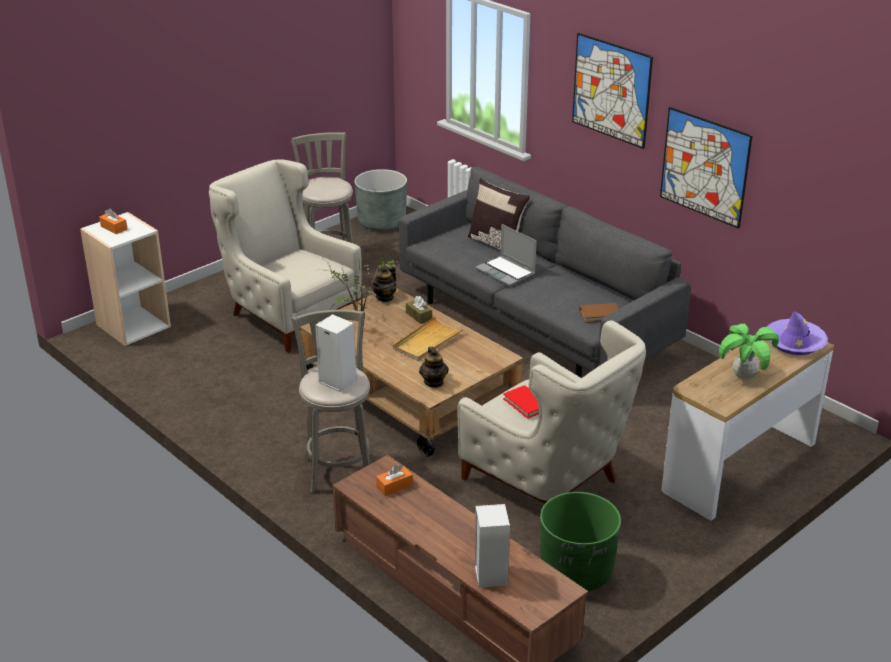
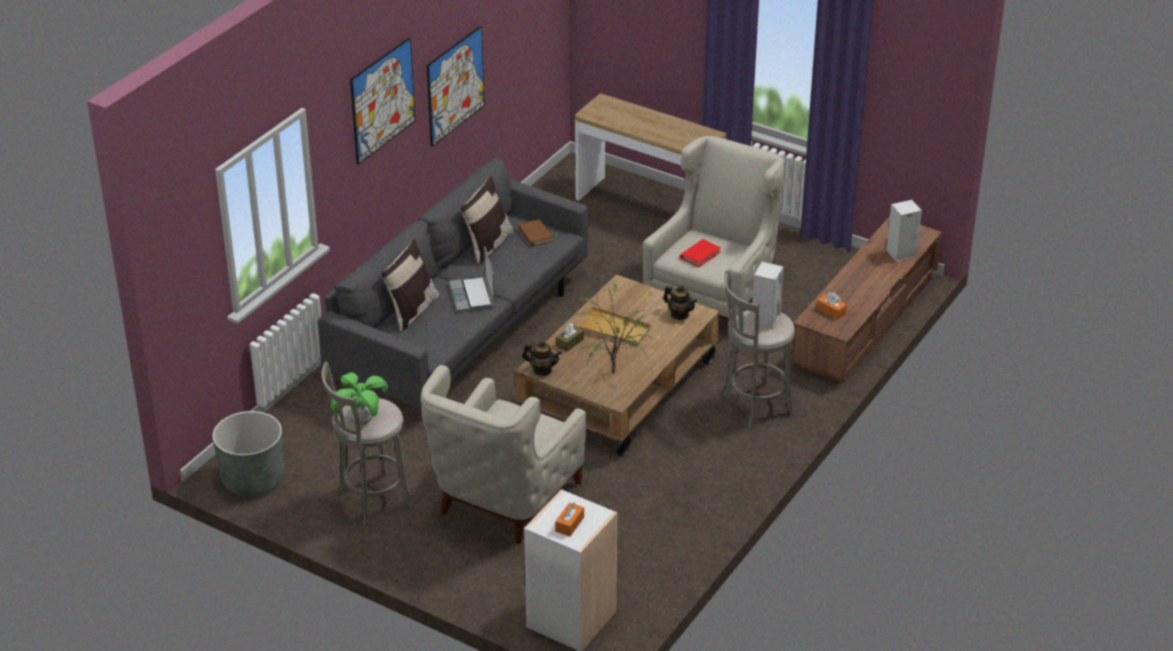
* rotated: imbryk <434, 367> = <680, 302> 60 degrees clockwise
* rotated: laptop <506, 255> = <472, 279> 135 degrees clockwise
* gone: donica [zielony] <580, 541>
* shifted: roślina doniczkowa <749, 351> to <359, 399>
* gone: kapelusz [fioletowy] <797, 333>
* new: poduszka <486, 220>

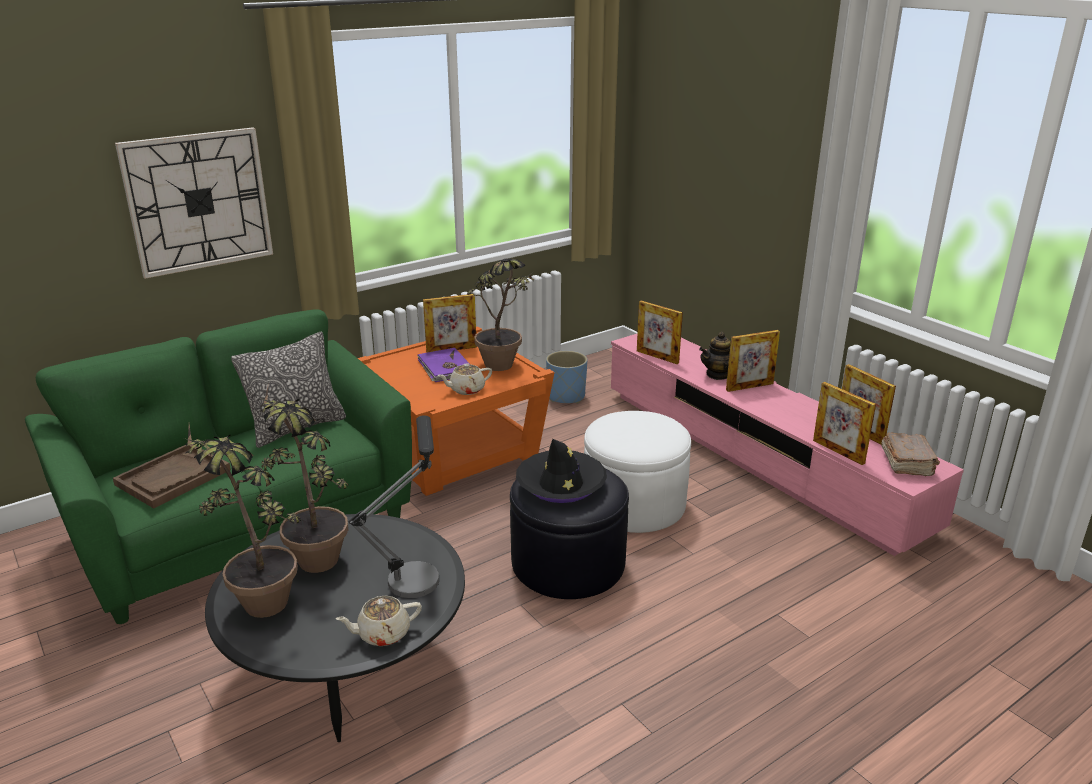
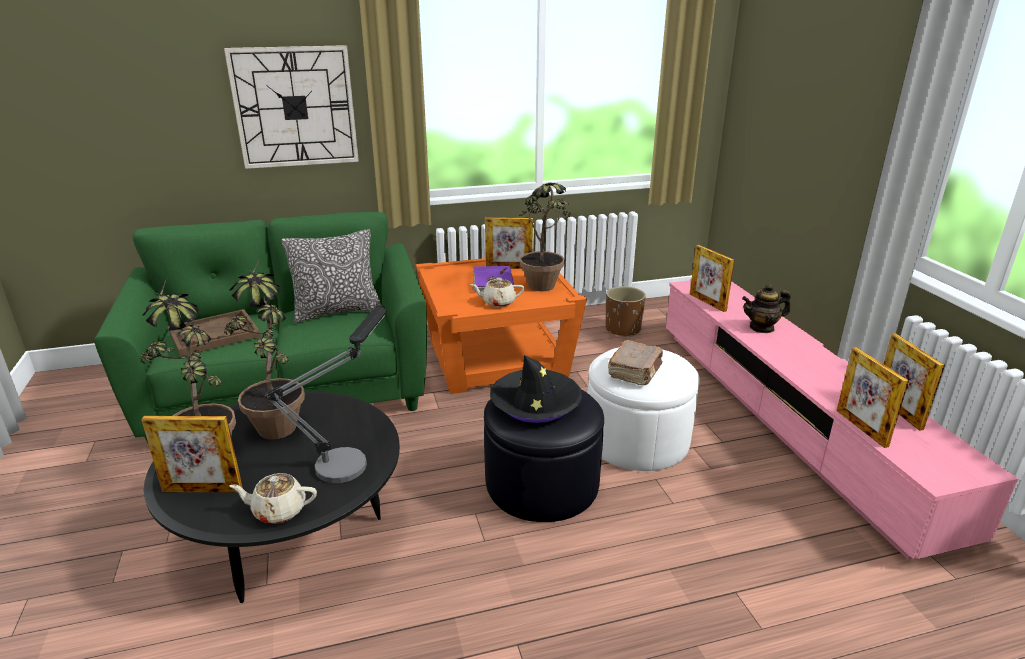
* repainted: donica [niebieski] <566, 377> to donica [brązowy] <626, 311>
* shifted: ramka na zdjęcie <753, 361> to <192, 454>
* shifted: książka [brązowy] <910, 454> to <635, 362>

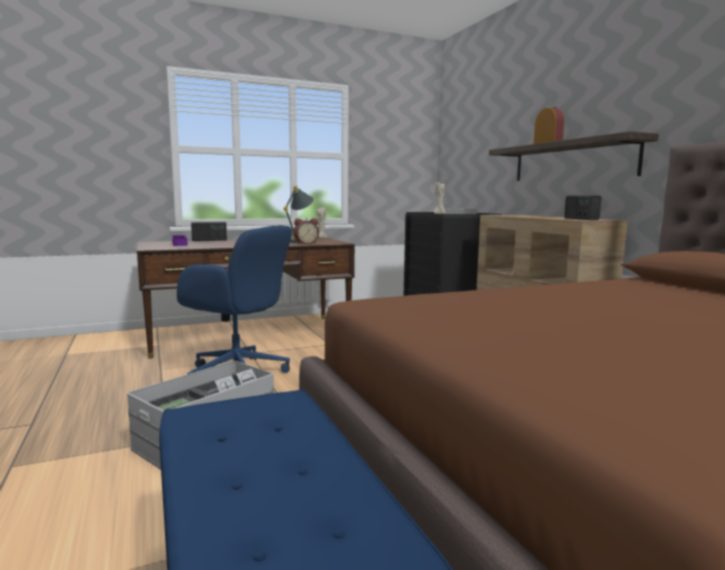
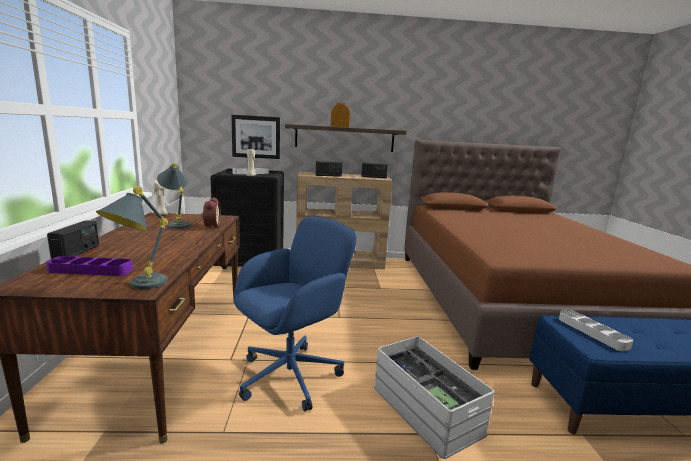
* new: lampa stołowa [szary] <132, 237>
* new: obraz <255, 137>
* new: radio <329, 169>
* new: taca [szary] <596, 330>

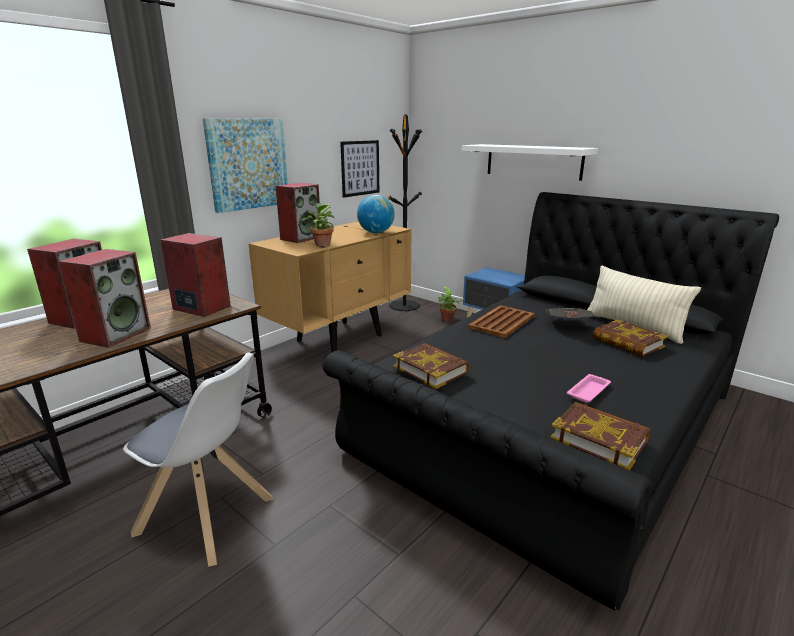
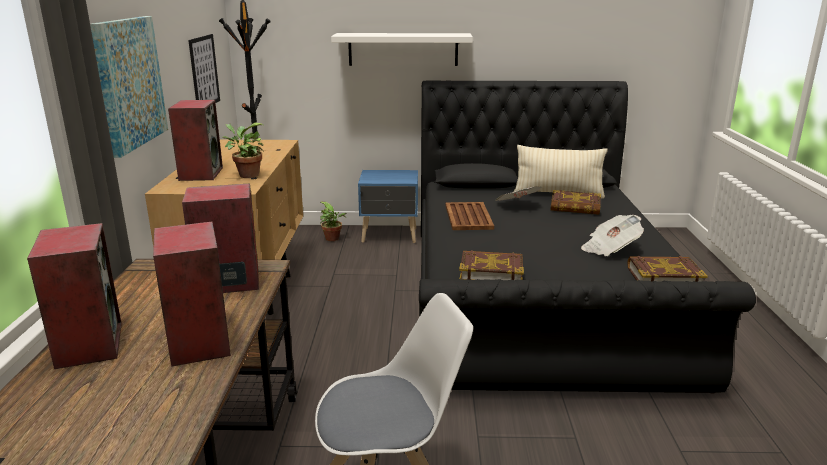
* gone: globus <376, 214>
* swapped: taca [różowy] <589, 388> to gazeta <612, 235>

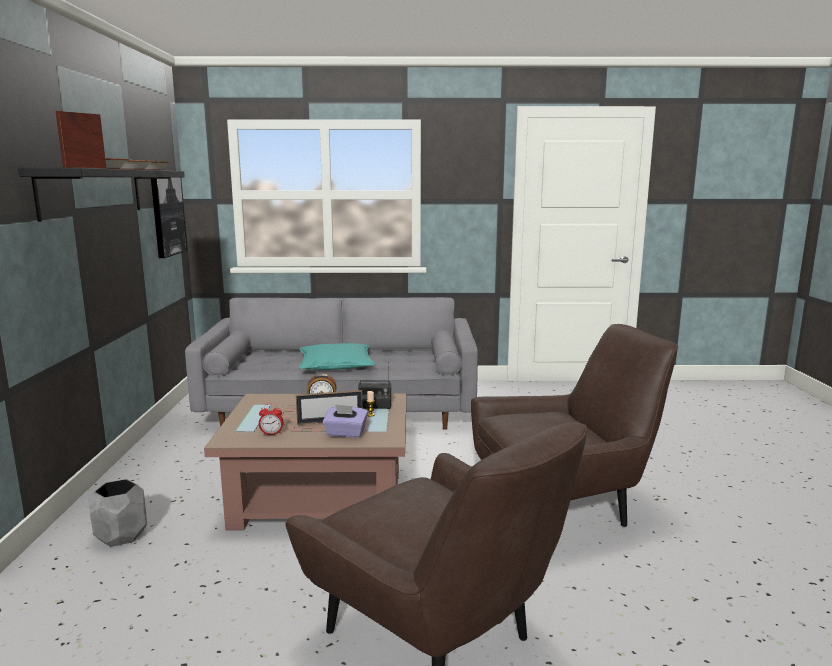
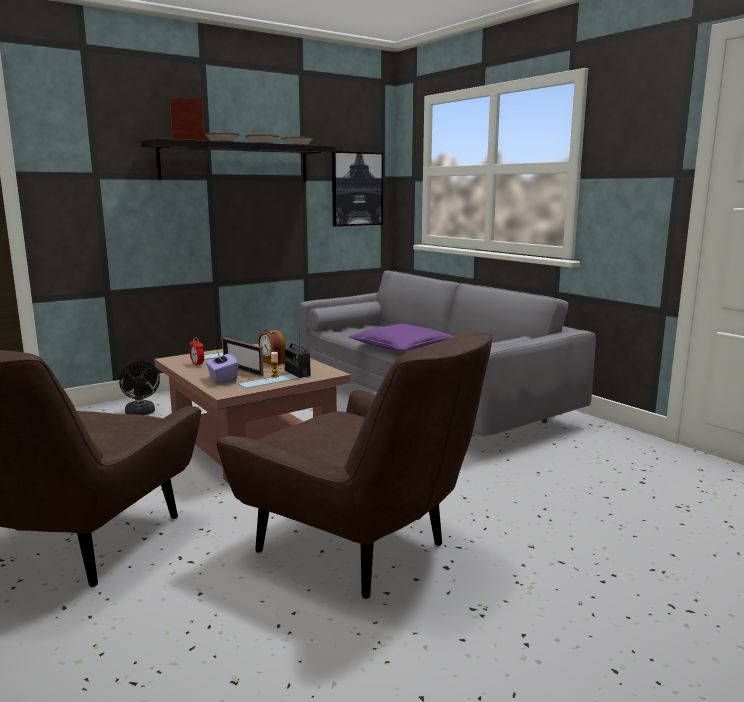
* swapped: donica [szary] <118, 513> to wentylator [czarny] <139, 388>
* repainted: poduszka [turkusowy] <337, 356> to poduszka [fioletowy] <401, 337>

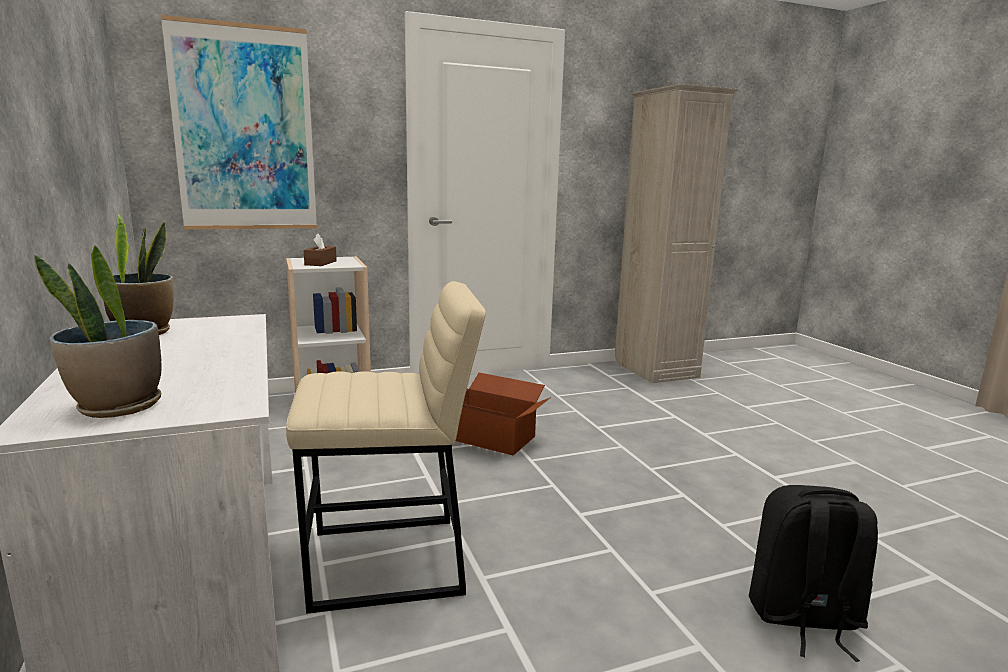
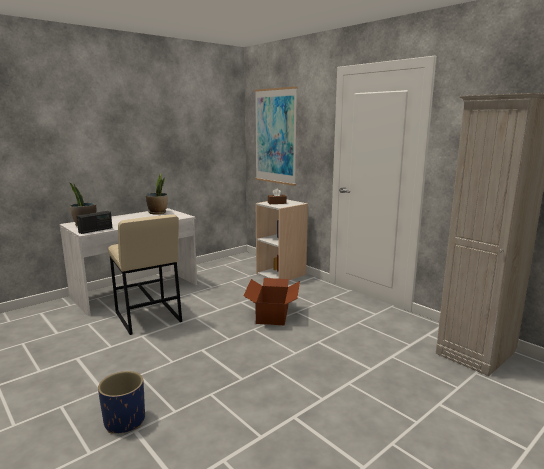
* swapped: plecak [czarny] <813, 573> to donica [niebieski] <121, 402>
* new: radio <94, 222>

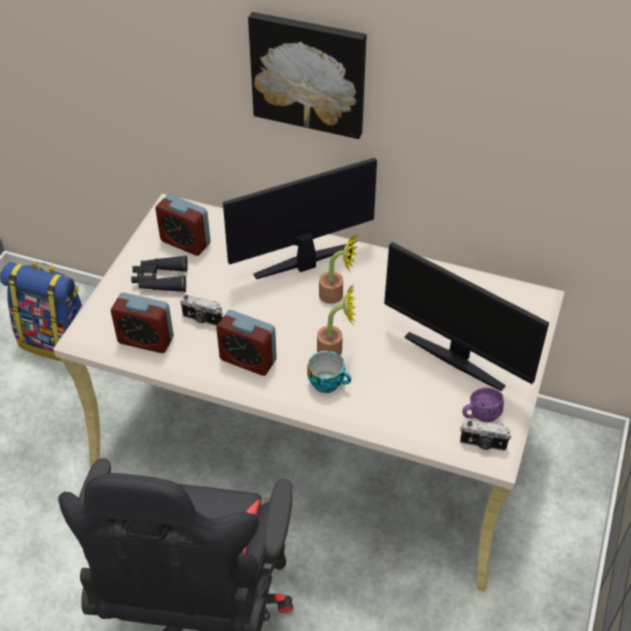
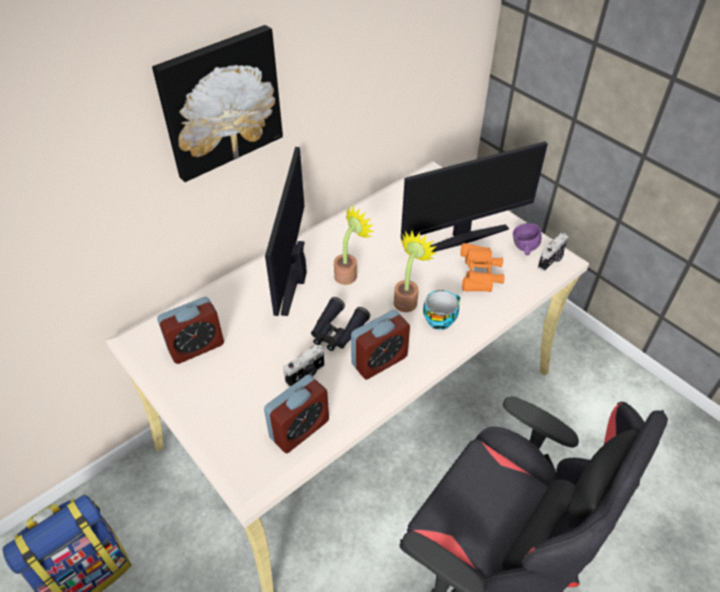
* shifted: lornetka [czarny] <159, 273> to <340, 324>
* new: lornetka [pomarańczowy] <482, 267>

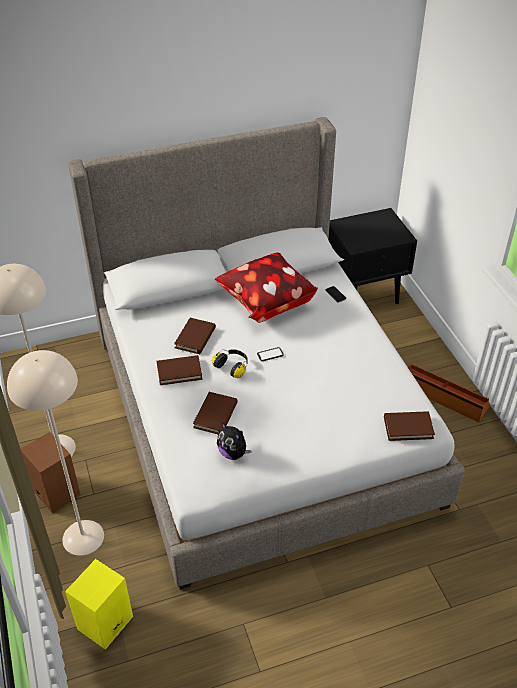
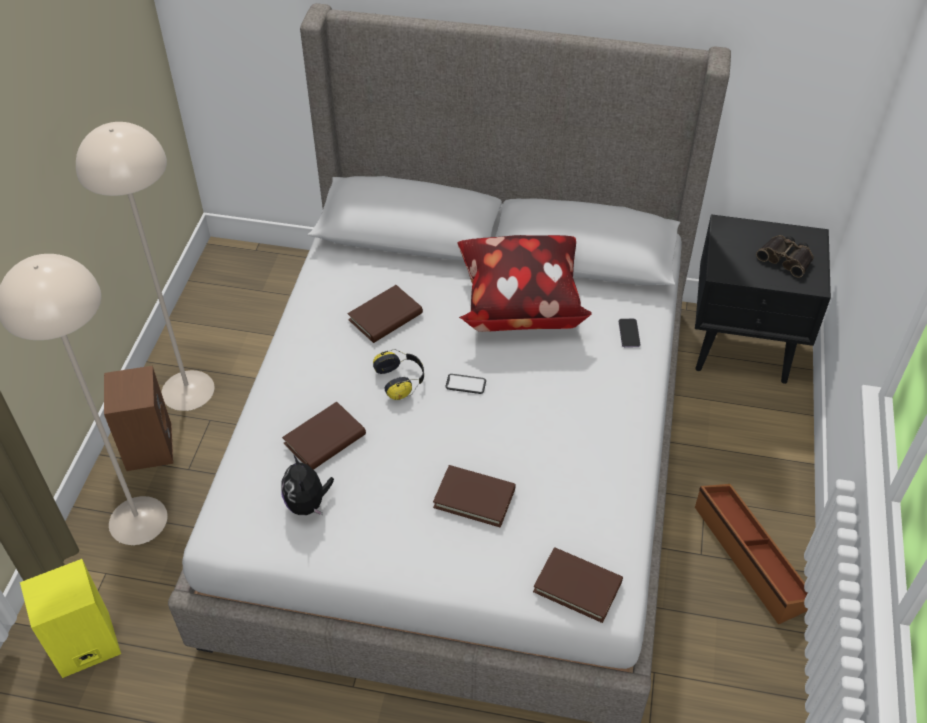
* shifted: książka [brązowy] <179, 370> to <474, 496>
* new: lornetka <785, 256>

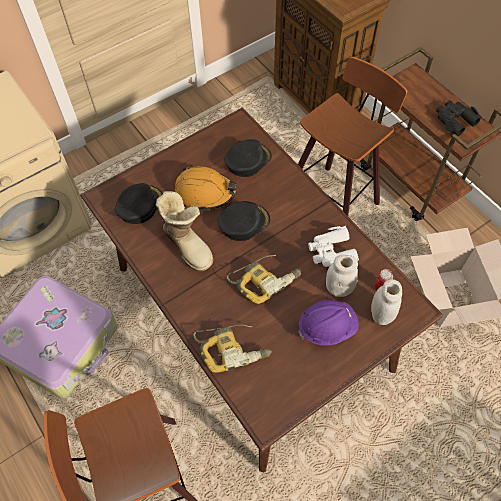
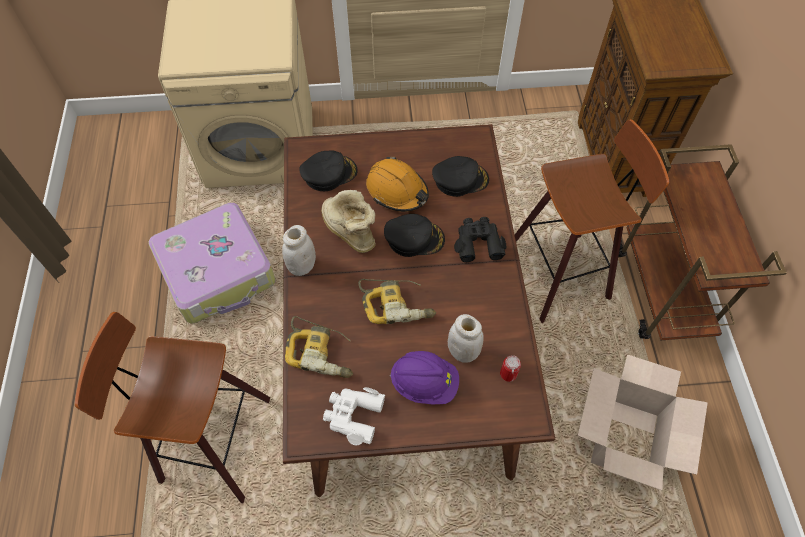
* rotated: but z cholewką <184, 231> = <348, 221> 150 degrees clockwise
* shifted: lornetka [biały] <333, 246> to <354, 416>
* shifted: słoik [biały] <386, 302> to <299, 250>
* shifted: lornetka [czarny] <459, 118> to <480, 239>

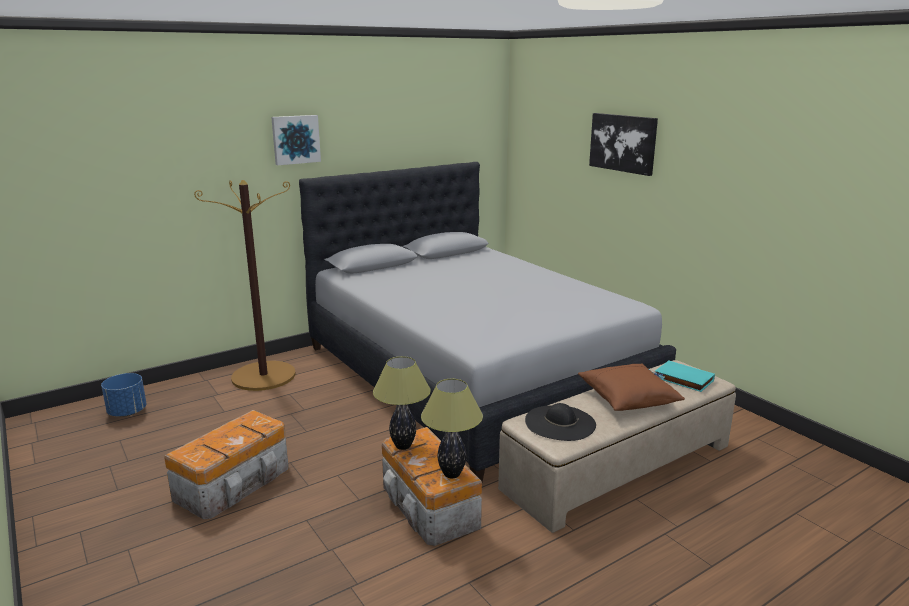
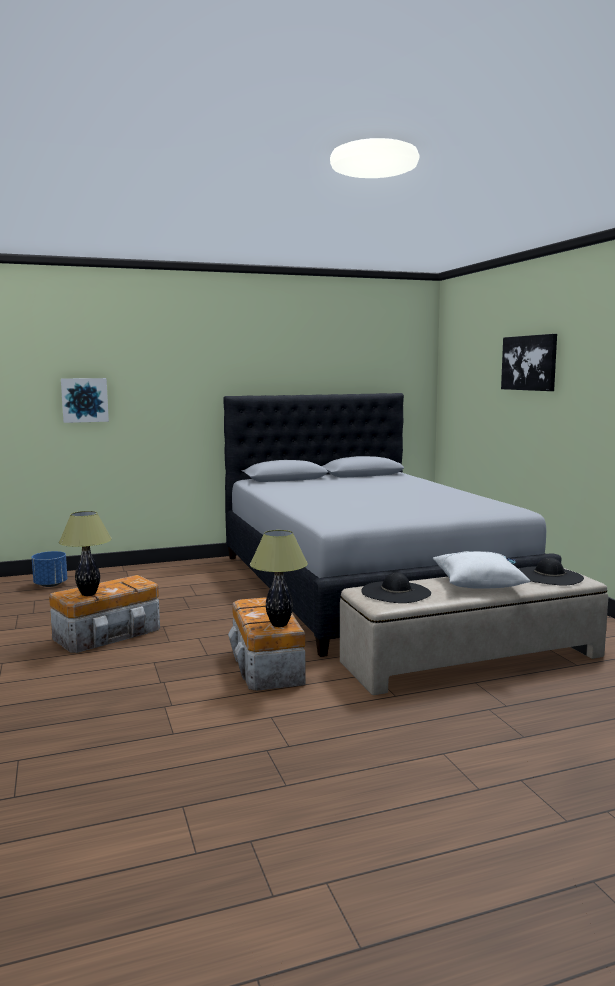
* gone: wieszak [brązowy] <245, 285>
* shifted: obraz <296, 140> to <85, 400>
* shifted: lampa stołowa <402, 403> to <85, 553>
* repainted: poduszka [brązowy] <631, 387> to poduszka [szary] <481, 570>
* swapped: książka [turkusowy] <685, 376> to kapelusz [czarny] <551, 571>

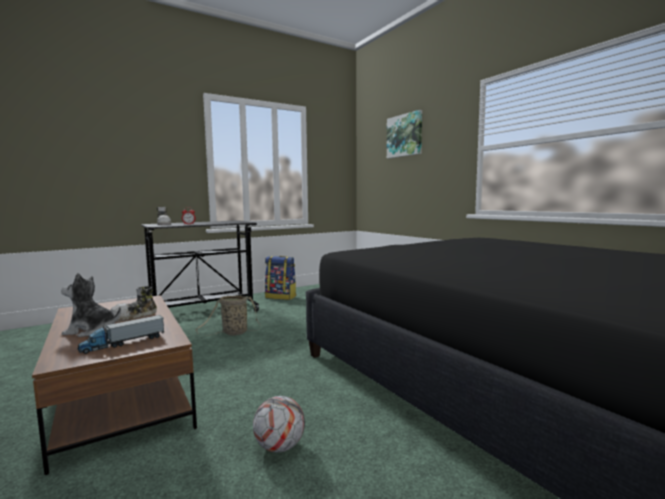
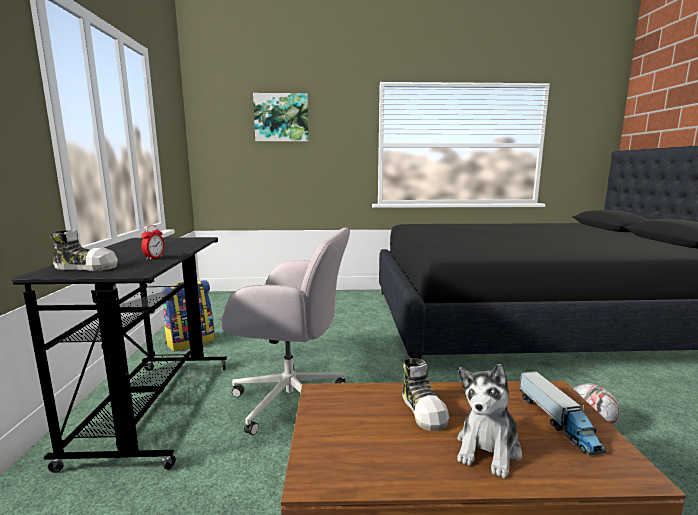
* swapped: koszyk <228, 315> to krzesło biurowe [szary] <285, 331>

